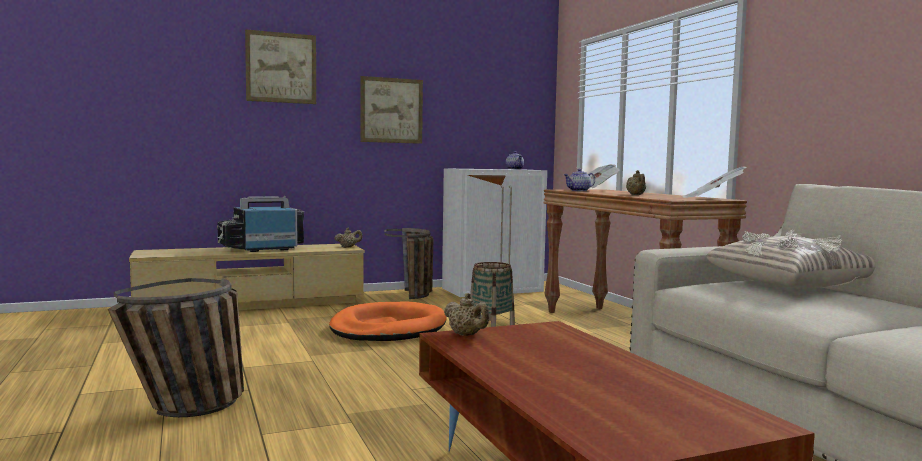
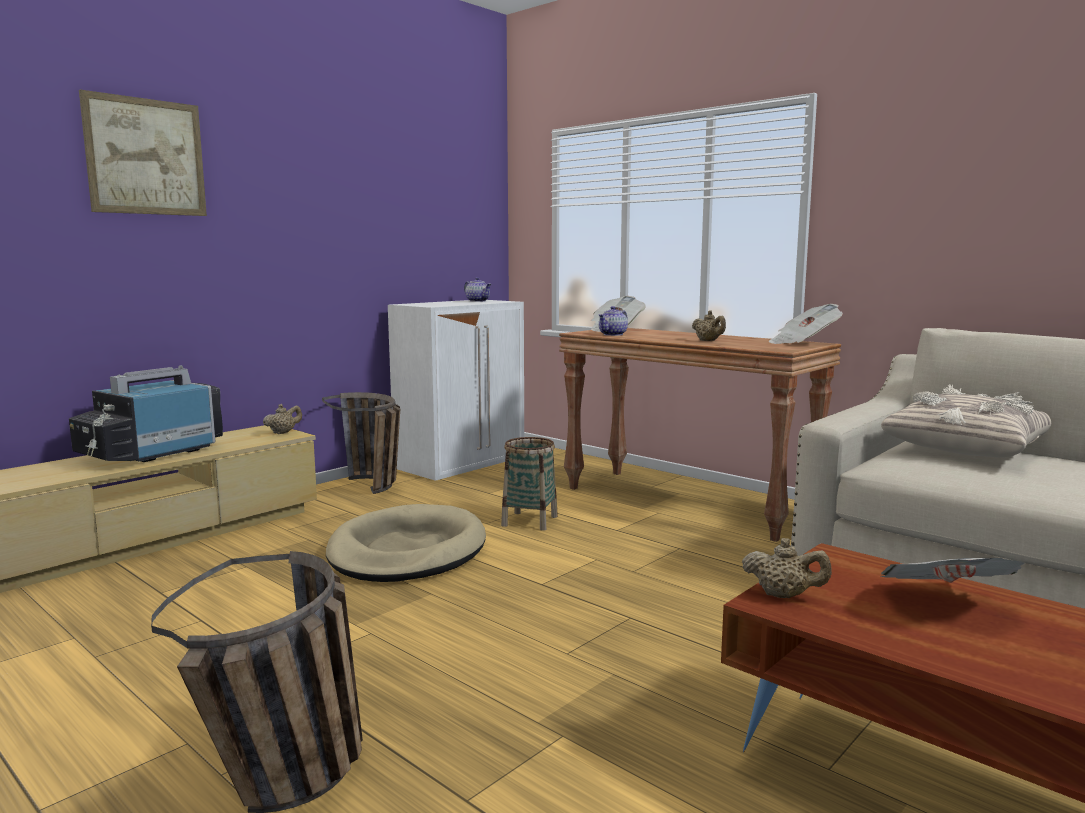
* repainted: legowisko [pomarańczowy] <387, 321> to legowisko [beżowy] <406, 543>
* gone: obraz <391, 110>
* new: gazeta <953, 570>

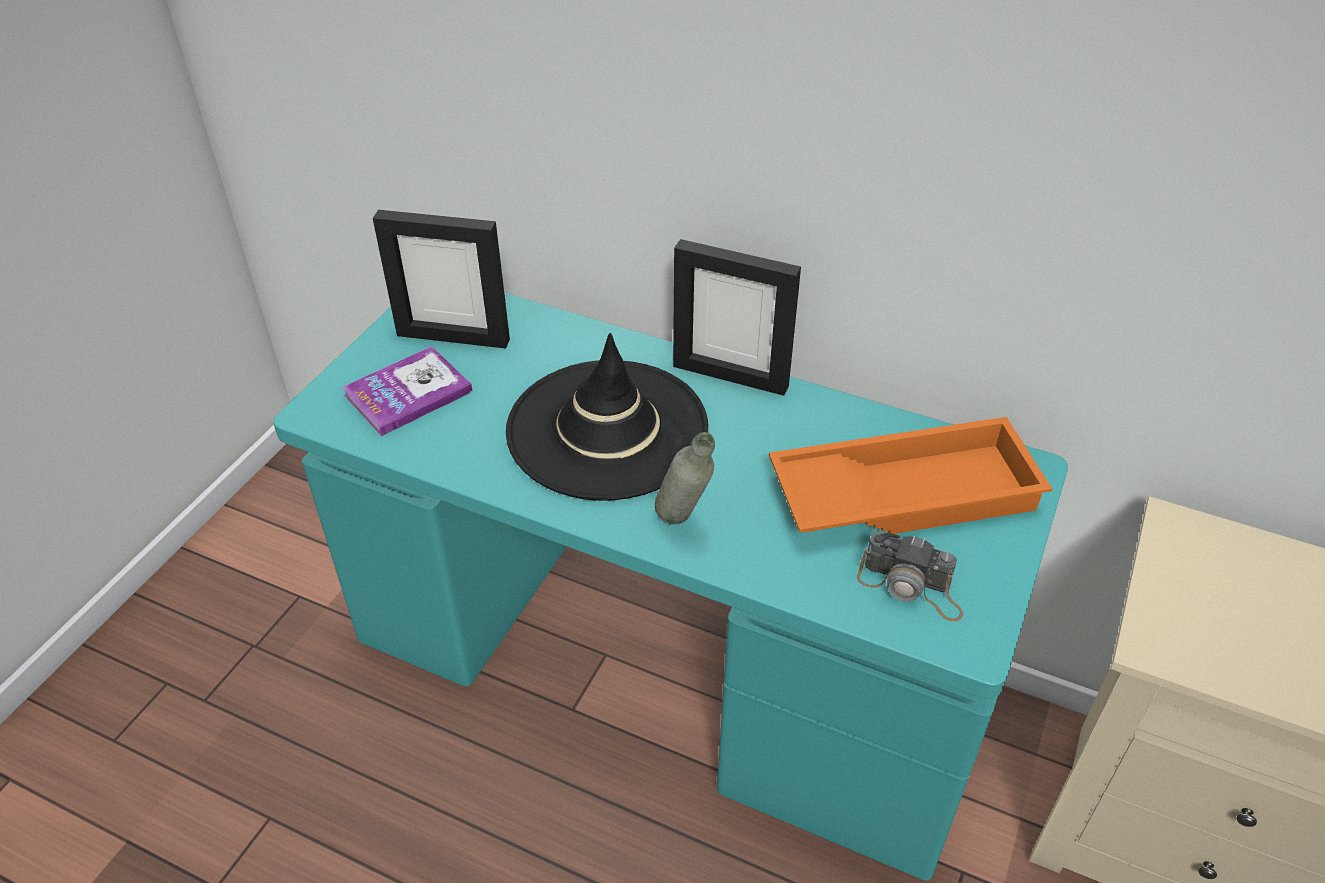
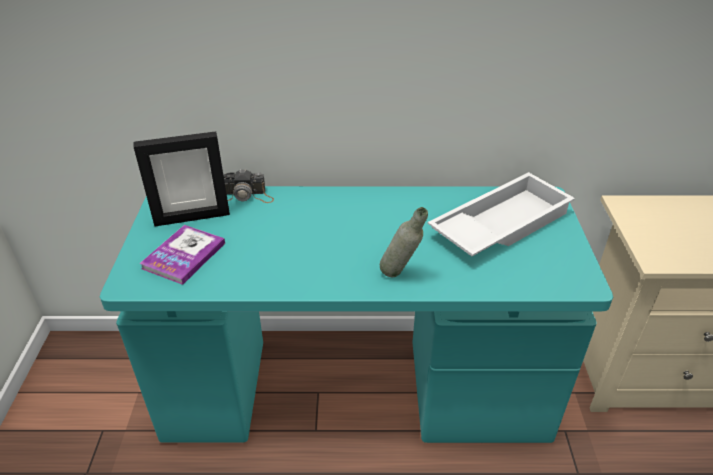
* gone: kapelusz [czarny] <607, 417>
* gone: ramka na zdjęcie <737, 317>
* repainted: taca [pomarańczowy] <910, 475> to taca [biały] <501, 214>
* shifted: aparat fotograficzny <910, 576> to <248, 186>

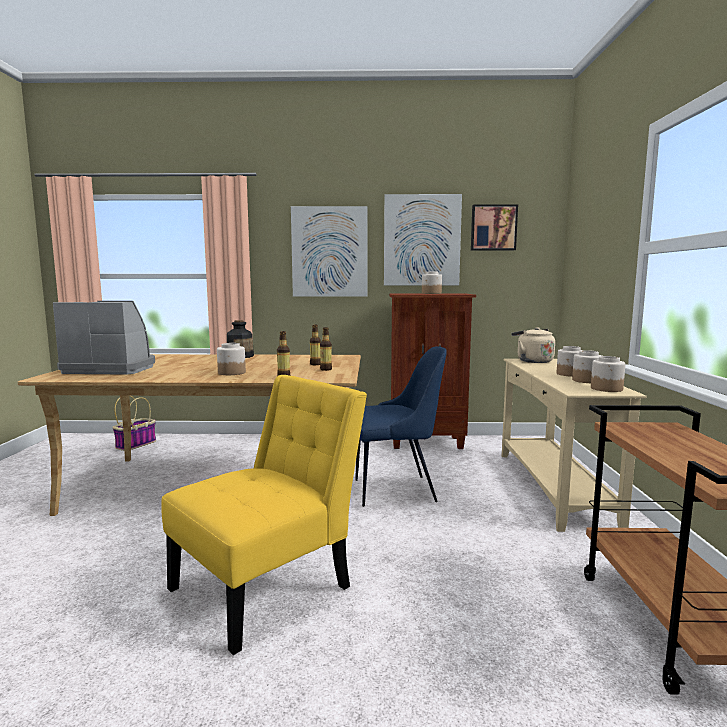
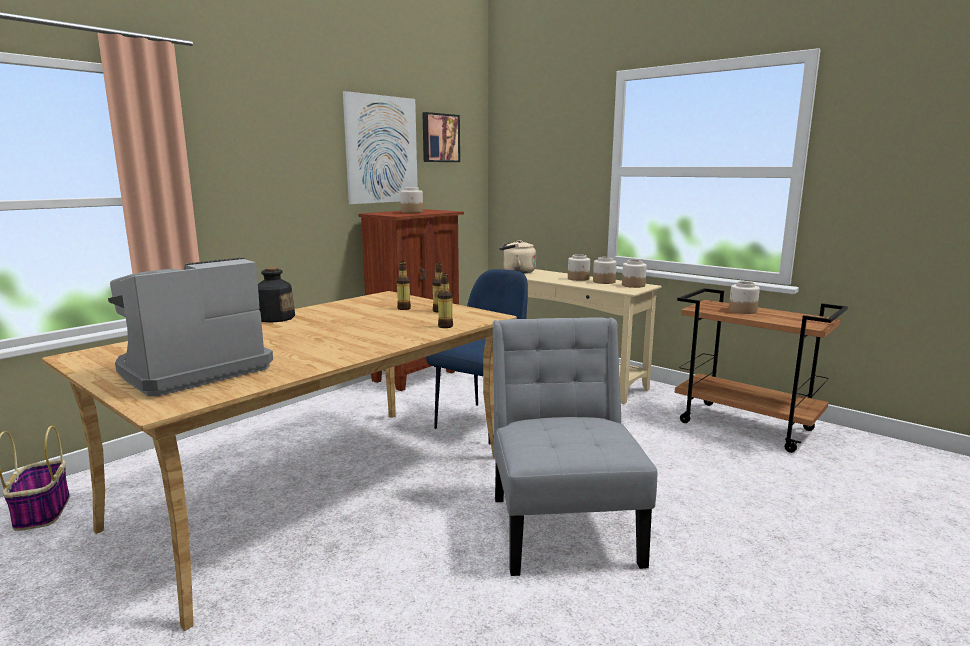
* repainted: krzesło [żółty] <264, 515> to krzesło [szary] <574, 446>
* shifted: słoik <231, 359> to <744, 297>
* gone: obraz <329, 251>

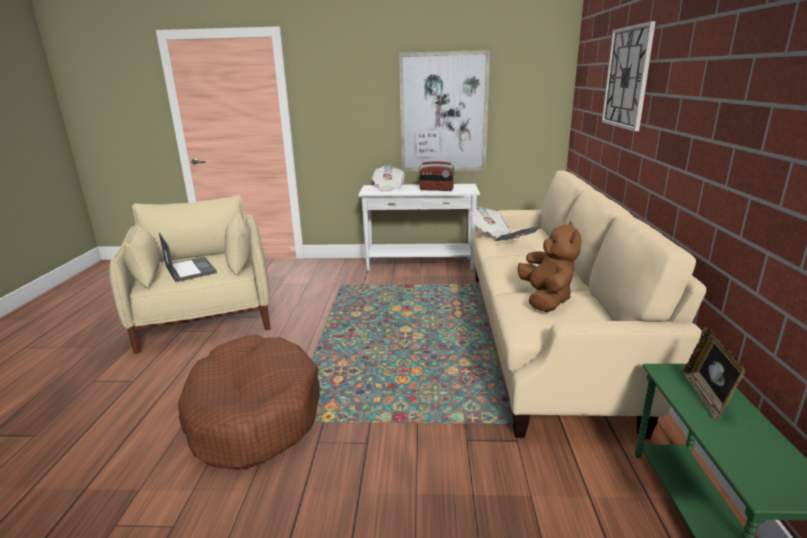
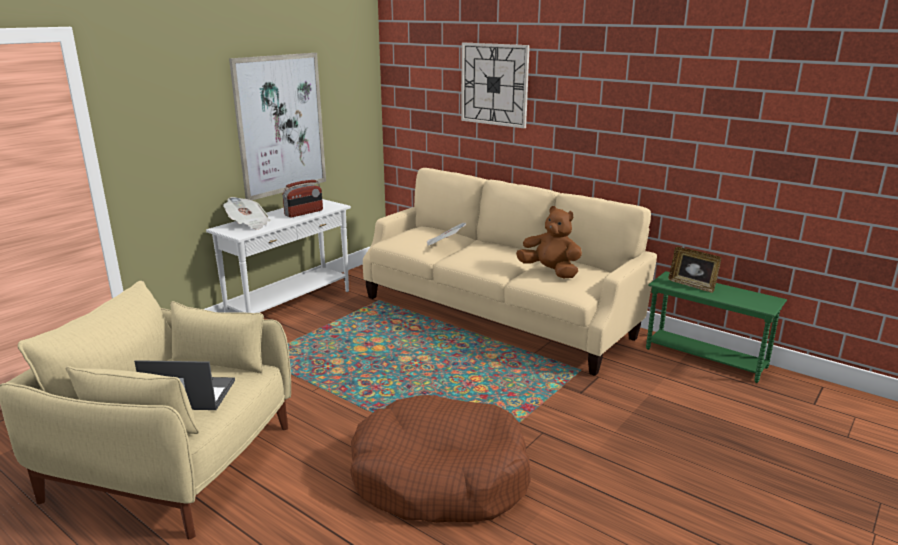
* gone: gazeta <491, 222>

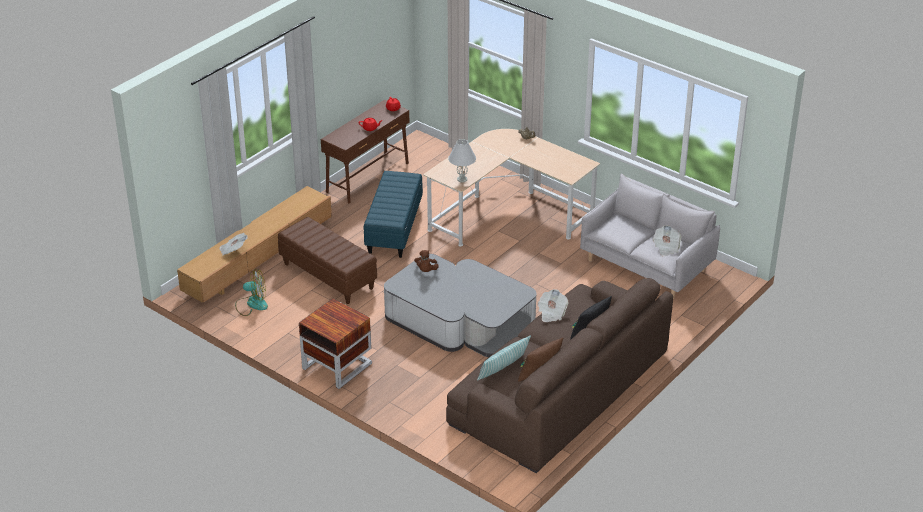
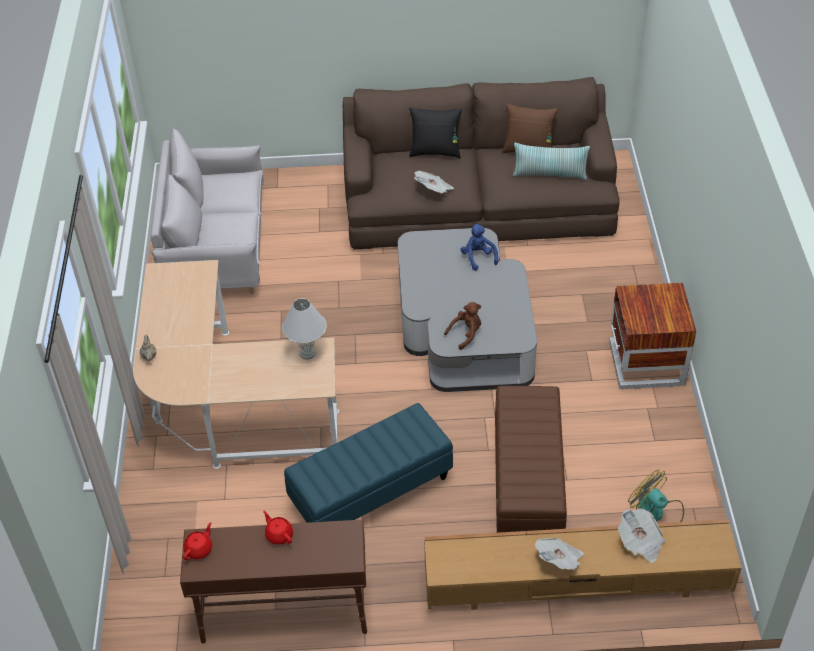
* shifted: gazeta <667, 240> to <559, 554>
* new: pluszak [niebieski] <479, 247>

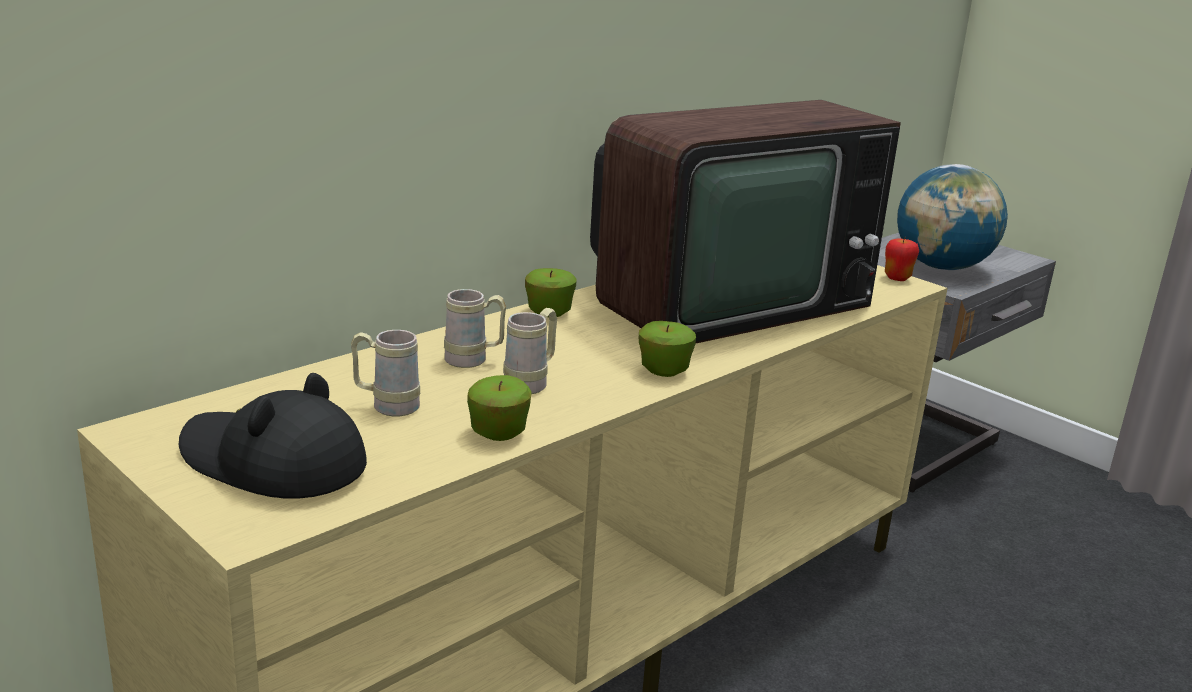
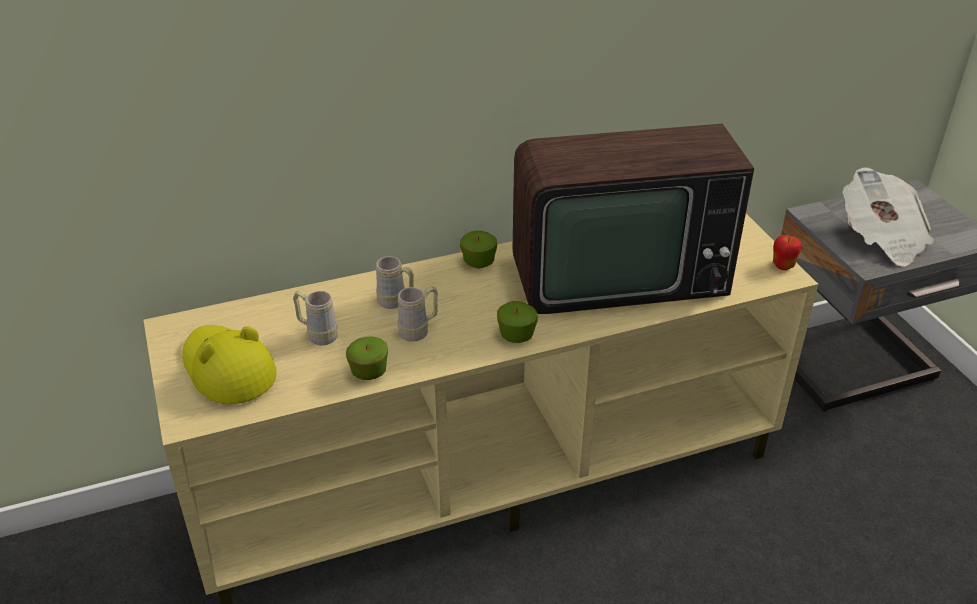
* repainted: kapelusz [czarny] <273, 436> to kapelusz [żółty] <229, 364>
* swapped: globus <952, 217> to gazeta <888, 217>

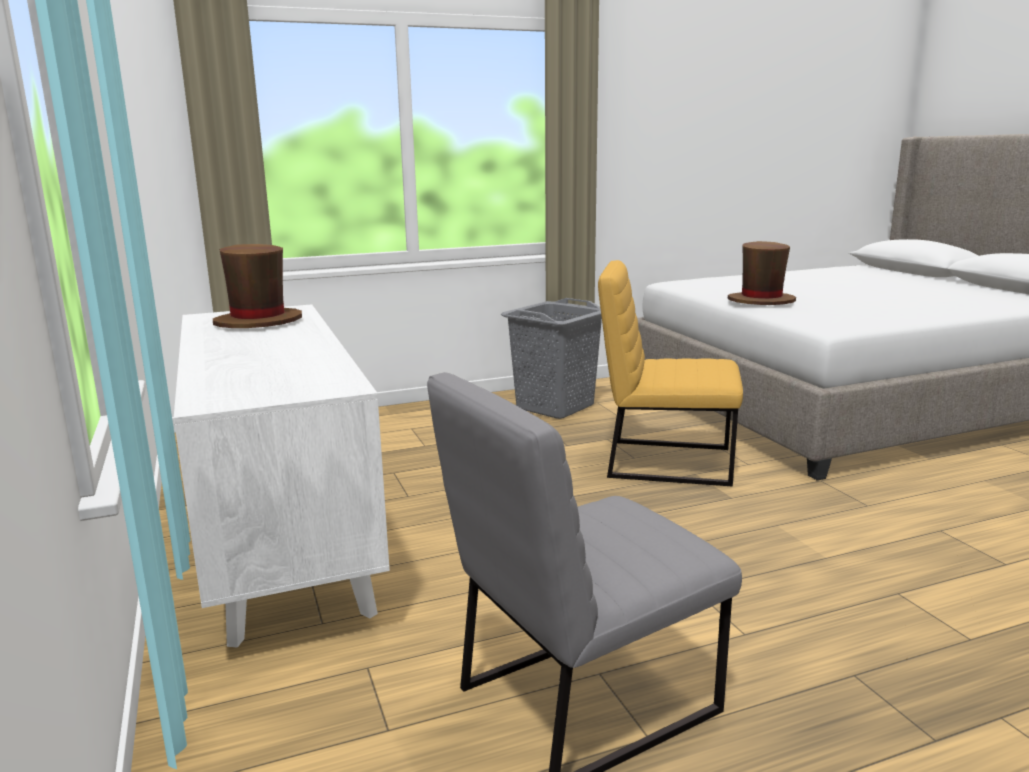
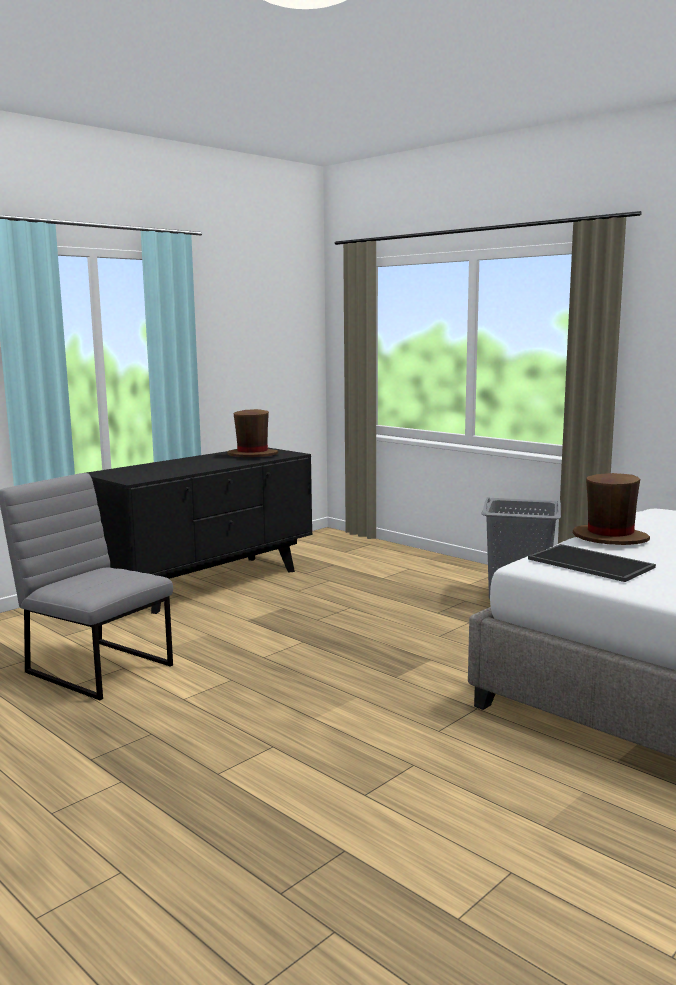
* repainted: komoda [biały] <282, 476> to komoda [czarny] <199, 531>
* gone: krzesło [żółty] <670, 373>
* new: taca <592, 563>

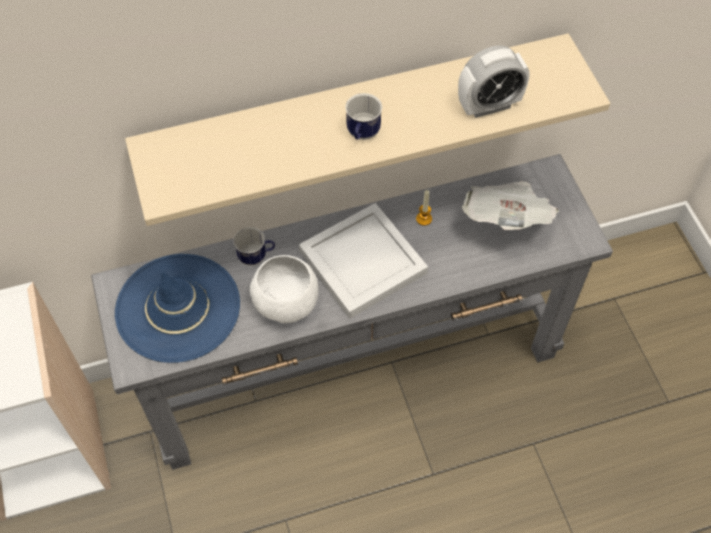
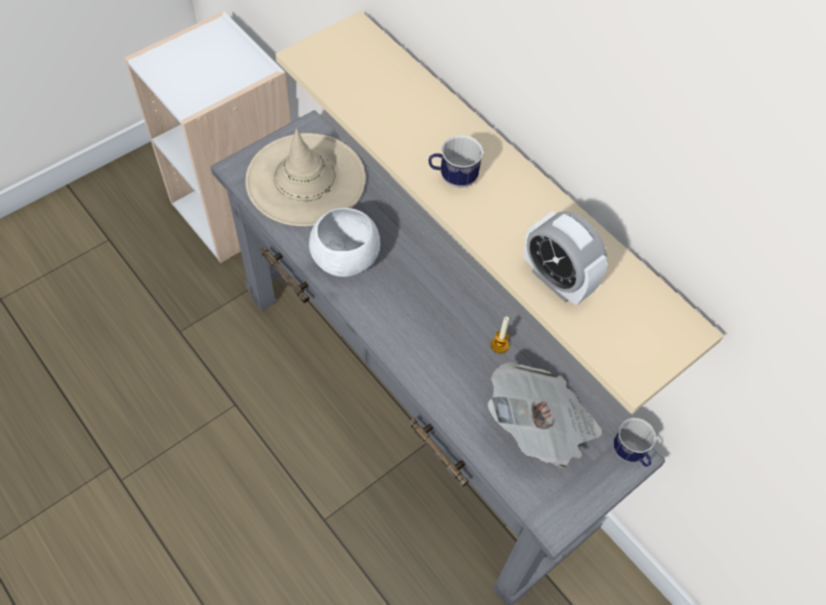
* repainted: kapelusz [niebieski] <177, 308> to kapelusz [beżowy] <305, 177>
* shifted: kubek <254, 246> to <634, 442>
* gone: taca [biały] <363, 261>

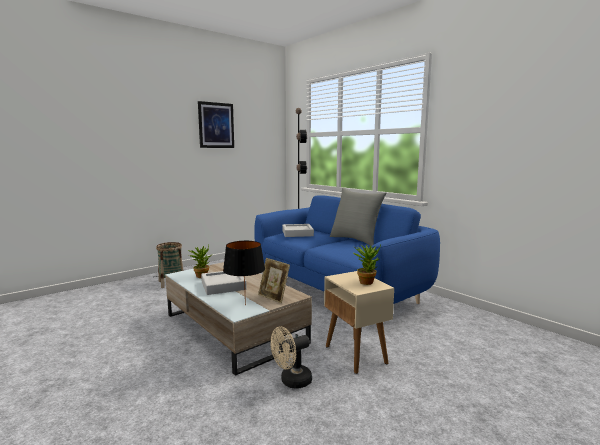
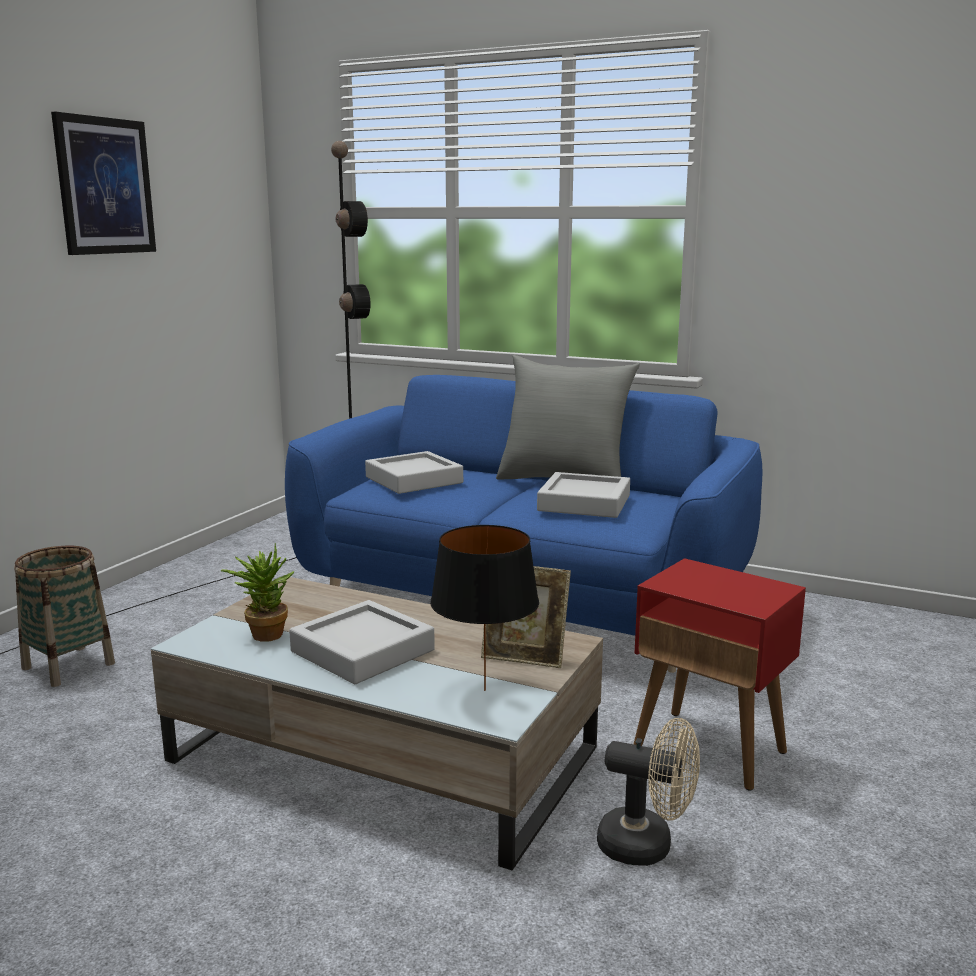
* rotated: wentylator [beżowy] <291, 357> = <648, 792> 105 degrees counterclockwise
* repainted: stolik [beżowy] <359, 322> to stolik [czerwony] <720, 674>
* gone: roślina doniczkowa <367, 265>
* new: taca [szary] <583, 495>

